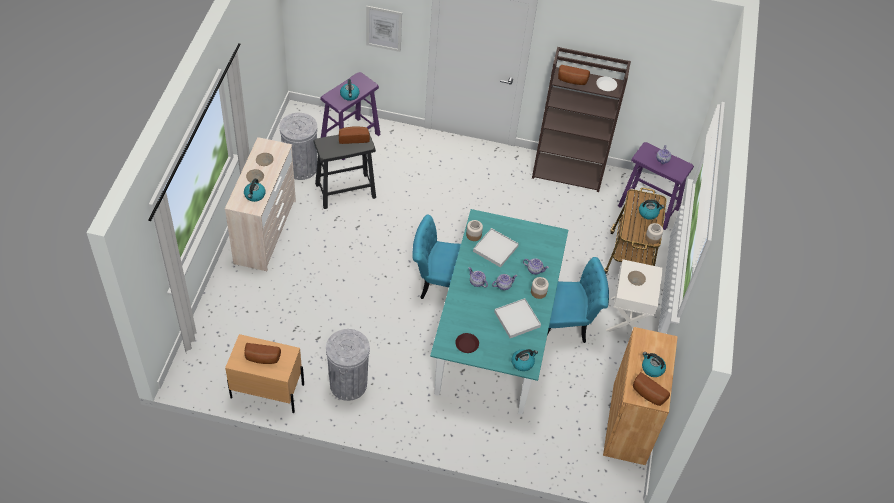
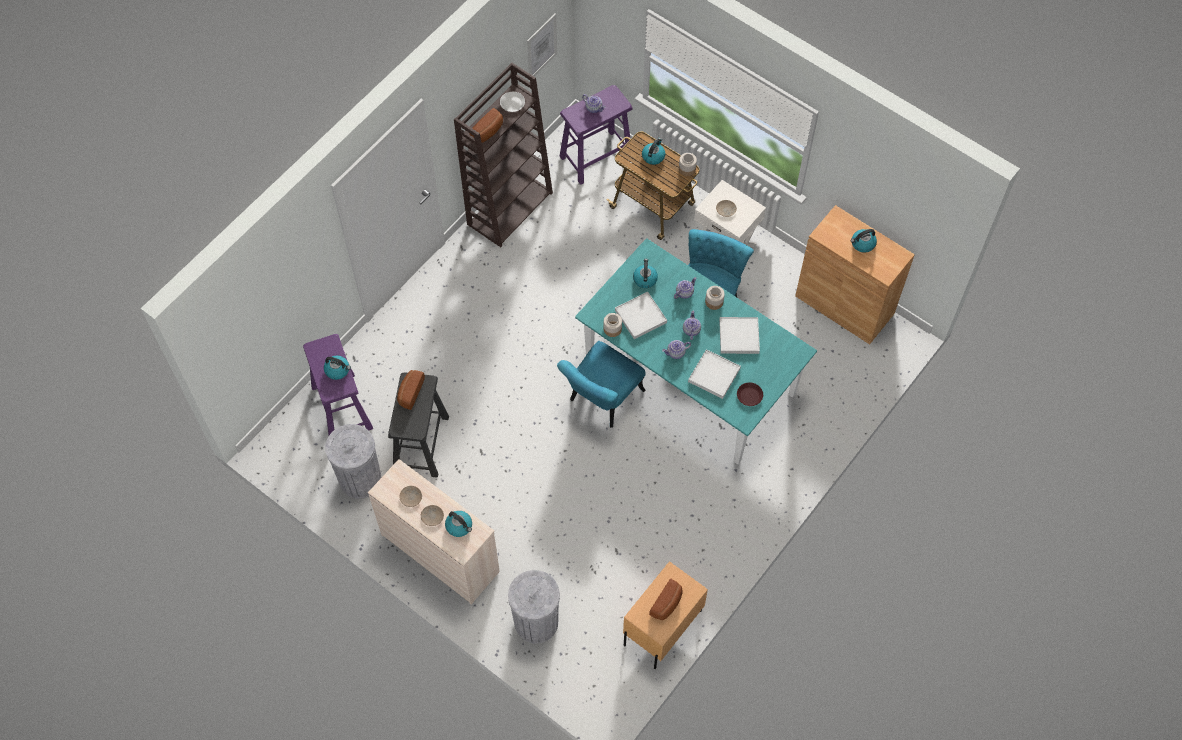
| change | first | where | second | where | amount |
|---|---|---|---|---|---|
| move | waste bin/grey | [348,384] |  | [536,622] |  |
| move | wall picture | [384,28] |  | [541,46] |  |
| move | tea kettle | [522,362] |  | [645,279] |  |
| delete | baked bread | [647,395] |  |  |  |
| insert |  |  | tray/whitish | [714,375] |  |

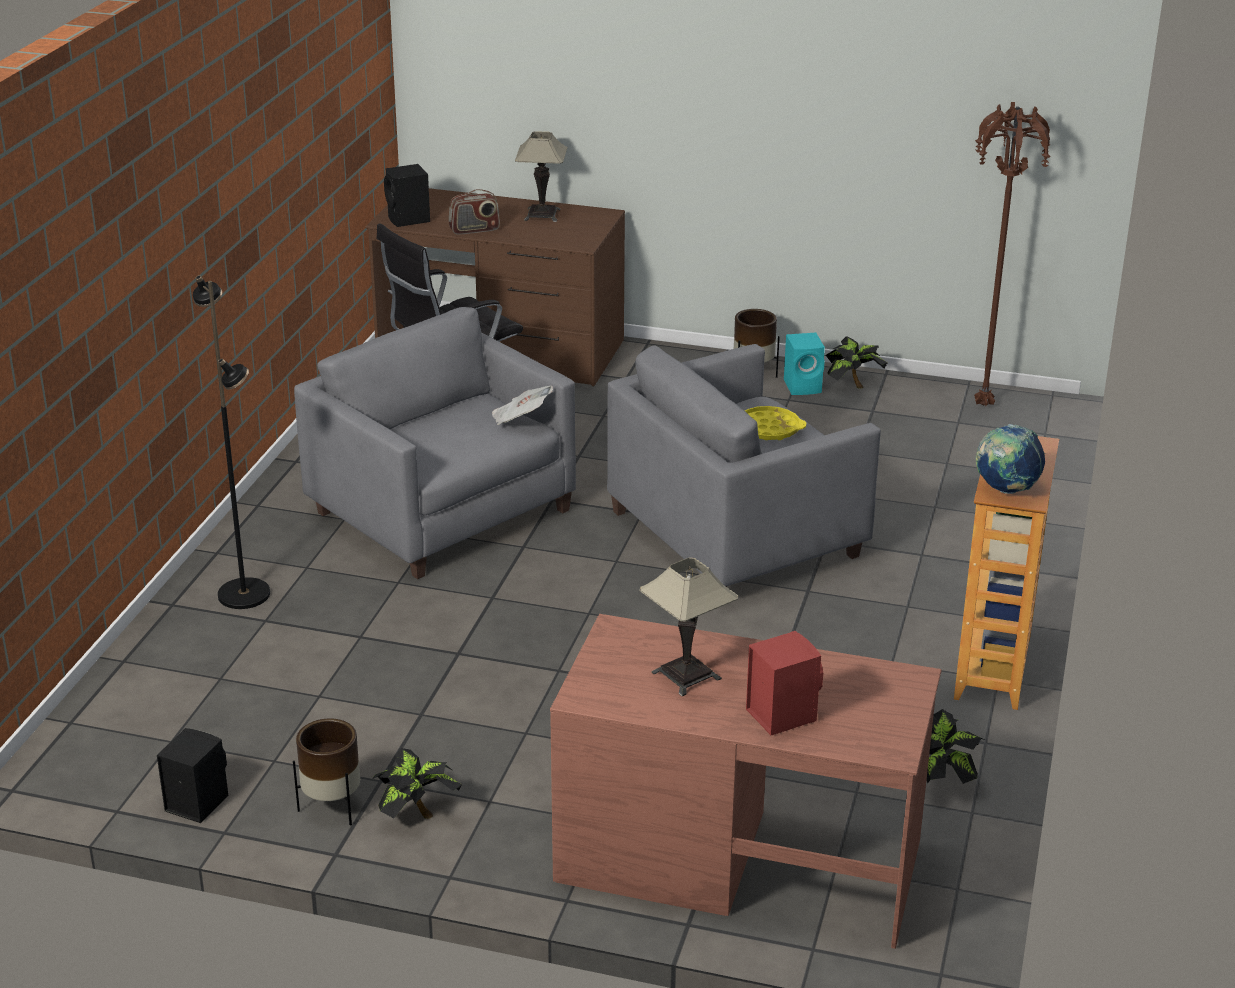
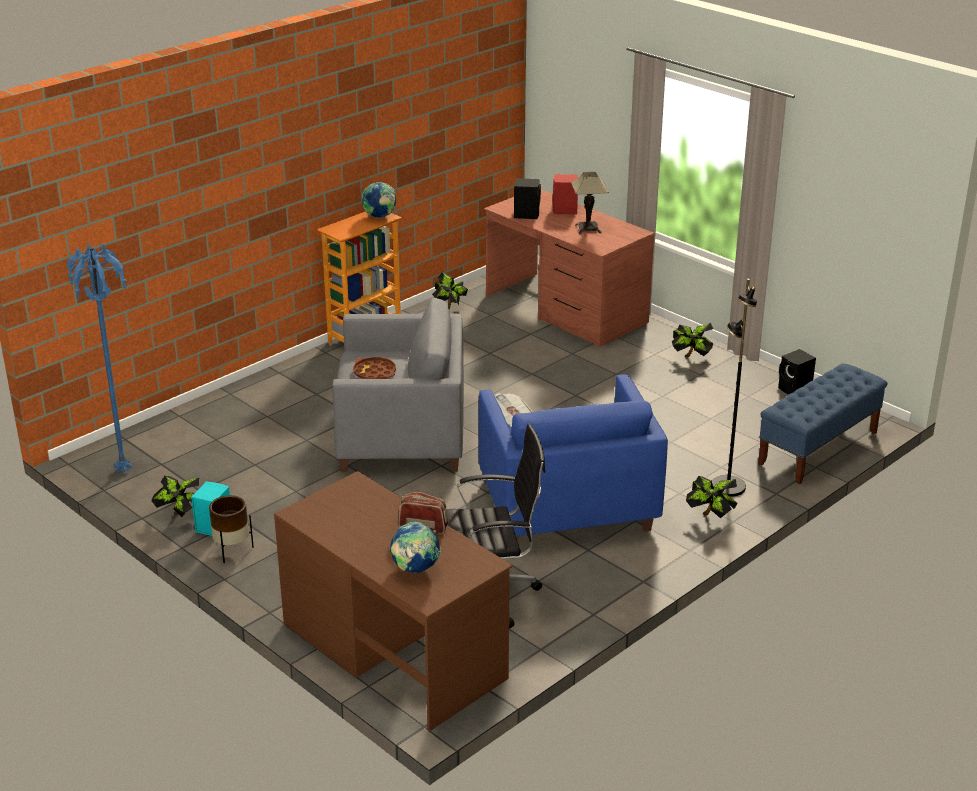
| change | first | where | second | where | amount |
|---|---|---|---|---|---|
| delete | plant pot/brown-coloured | [332,807] |  |  |  |
| recolor | lounge chair/grey | [442,513] | lounge chair/blue-coloured | [567,504] |  |
| move | loudspeaker/blackish | [409,220] |  | [526,214] |  |
| delete | lamp for a table | [542,215] |  |  |  |
| recolor | tray/yellow-coloured | [768,429] | tray/brown-coloured | [374,373] |  |
| recolor | standing lamp/brown-coloured | [984,406] | standing lamp/blue-coloured | [124,470] |  |
| insert |  |  | world globe | [415,569] |  |
| insert |  |  | plant in a pot | [710,516] |  |
| insert |  |  | indoor bench/blue-coloured | [818,448] |  |

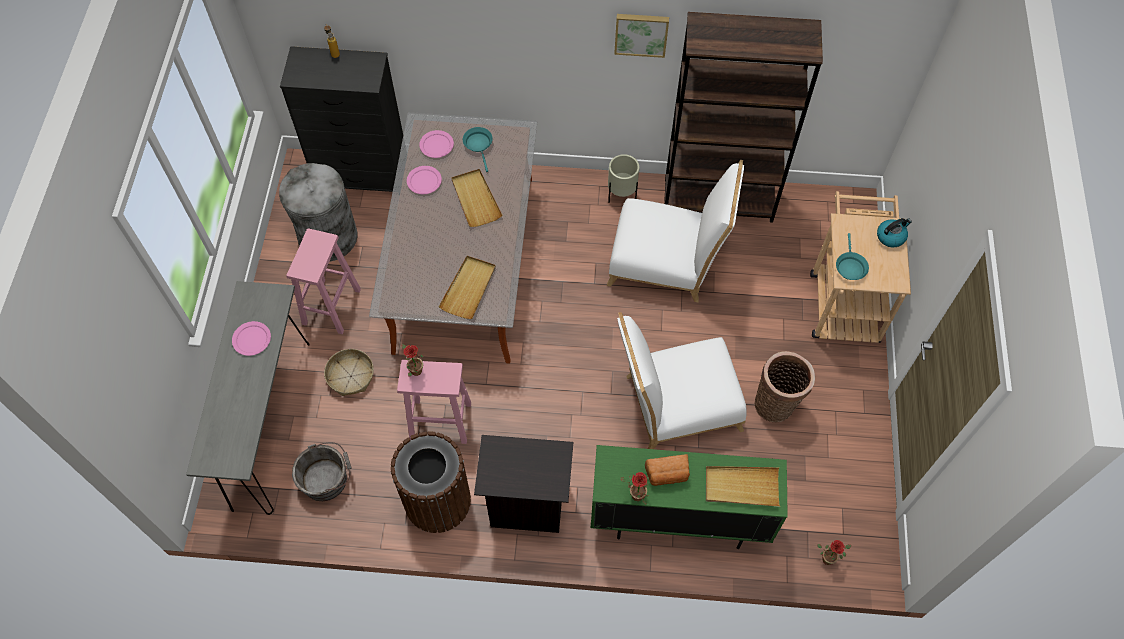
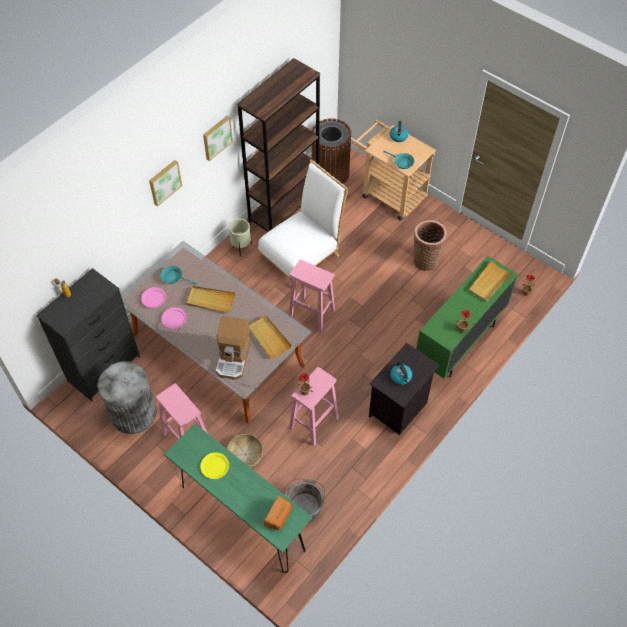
| change | first | where | second | where | amount |
|---|---|---|---|---|---|
| recolor | console table/grey | [271,423] | console table/greenish | [242,517] |  |
| recolor | flat dish/pink | [251,339] | flat dish/yellow-coloured | [214,466] |  |
| move | waste bin/brown-coloured | [437,500] |  | [330,173] |  |
| delete | upright chair/whitish | [675,404] |  |  |  |
| move | baked bread | [667,475] |  | [279,516] |  |
| insert |  |  | wall picture | [164,182] |  |
| insert |  |  | coffee maker | [234,358] |  |
| insert |  |  | sitting stool/pink | [312,314] |  |
| insert |  |  | tea kettle | [401,377] |  |

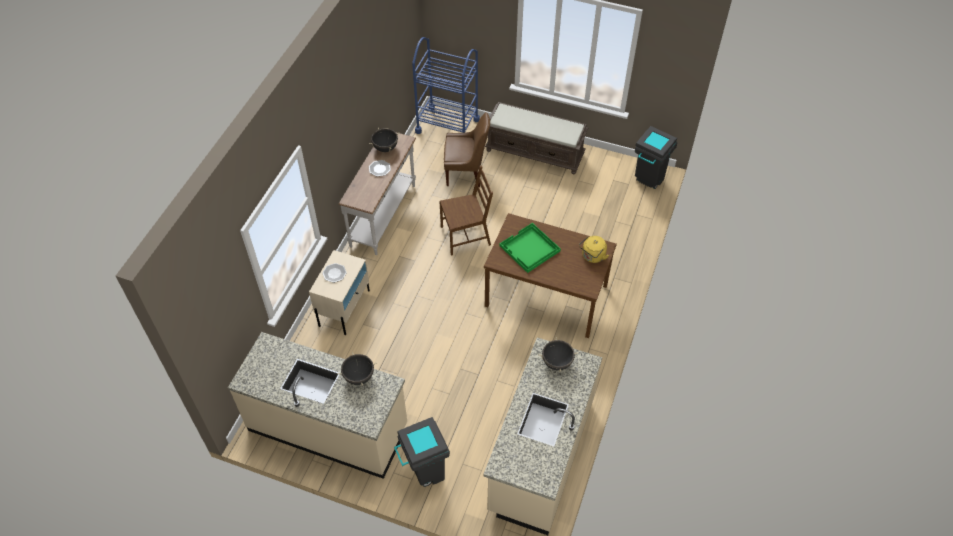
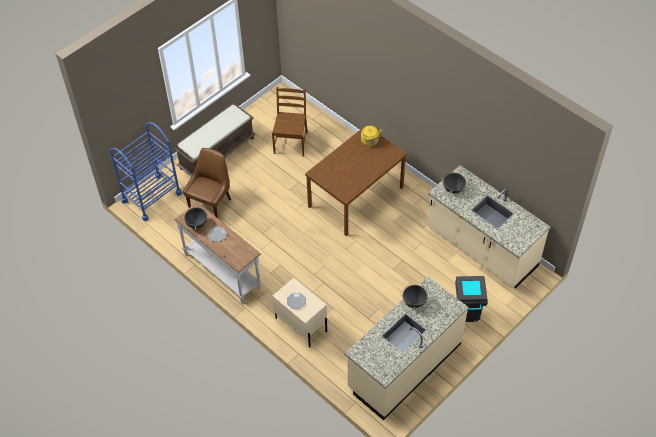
| change | first | where | second | where | amount |
|---|---|---|---|---|---|
| move | upright chair/brown-coloured | [466,236] |  | [291,142] |  |
| delete | tray/greenish | [529,249] |  |  |  |
| delete | waste bin/grey | [647,182] |  |  |  |

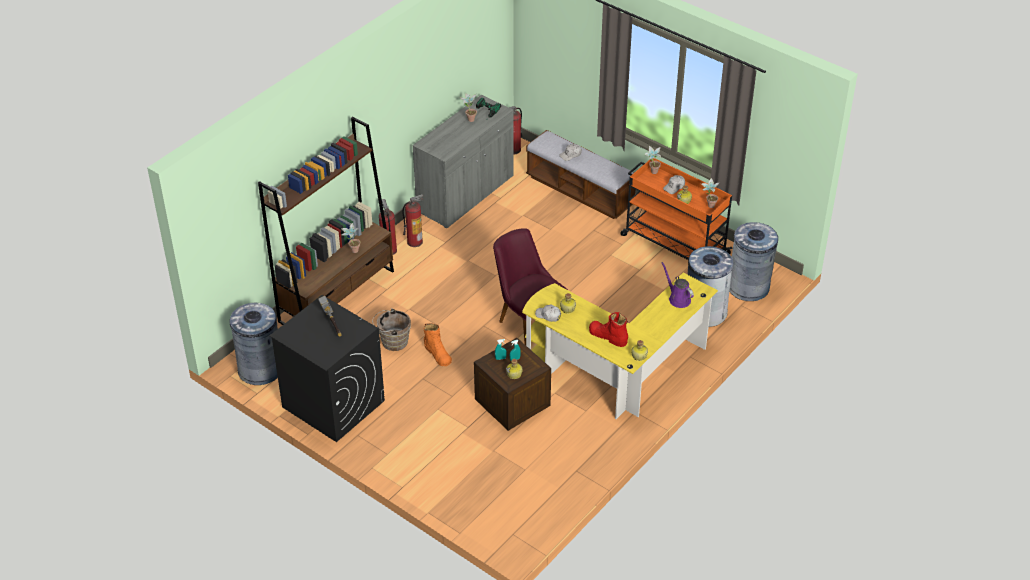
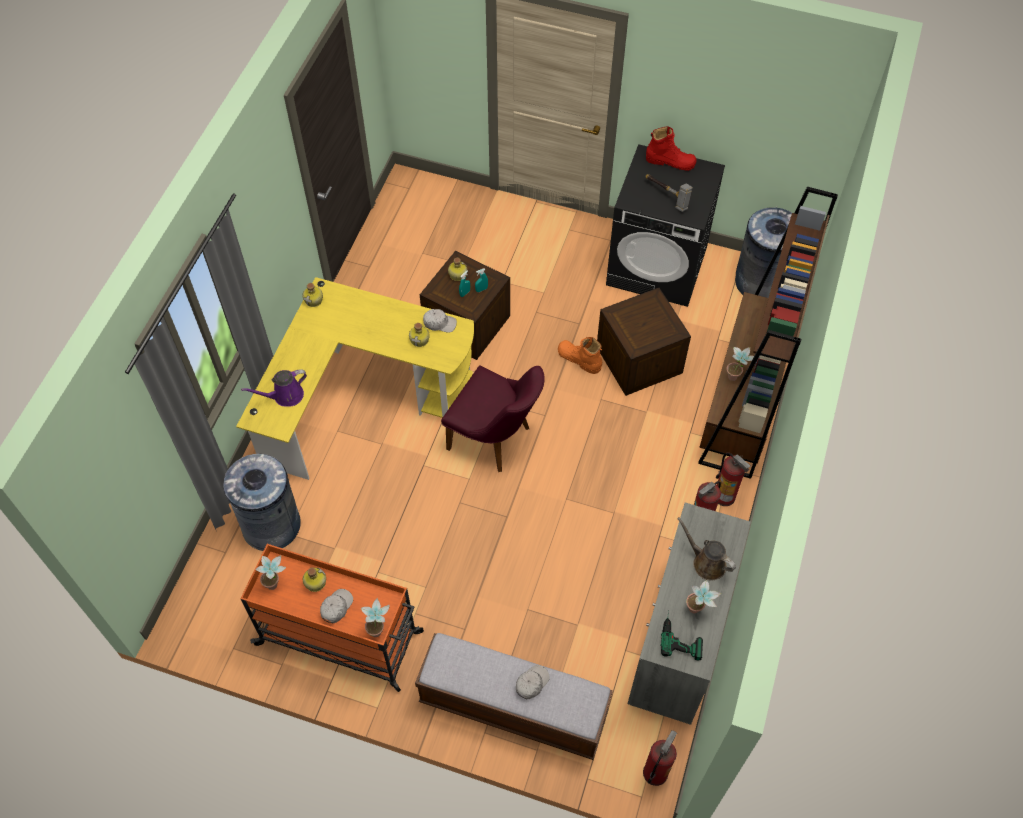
| change | first | where | second | where | amount |
|---|---|---|---|---|---|
| replace | pail/brown-coloured | [392,342] | packing crate | [639,360] |  |
| move | high-top boot/red-coloured | [608,336] |  | [670,161] |  |
| rotate | watering pot/purple-coloured | [678,298] |  | [285,396] | 120 degrees clockwise |
| delete | waste bin/grey | [748,287] |  |  |  |
| insert |  |  | watering pot/brown-coloured | [706,562] |  |

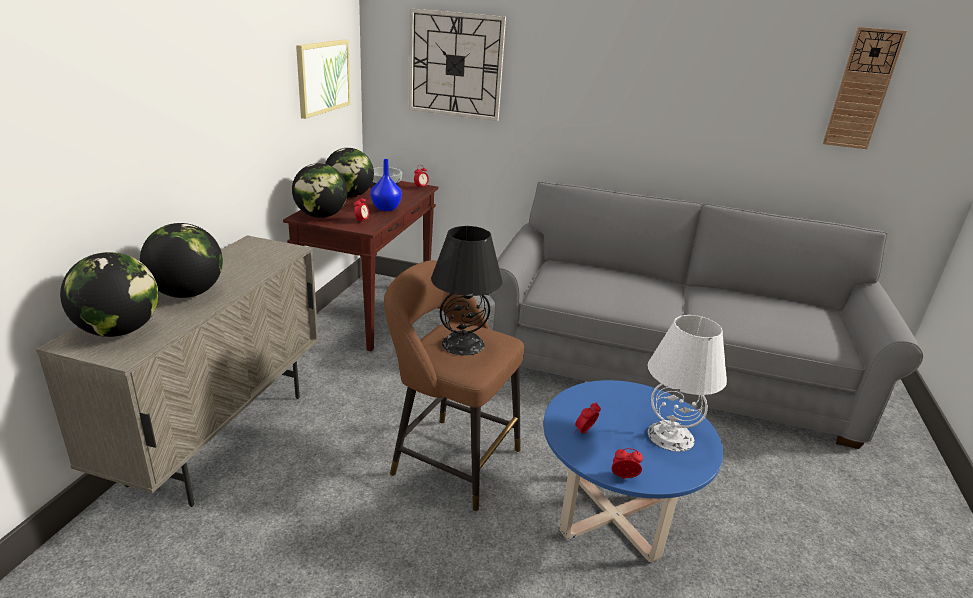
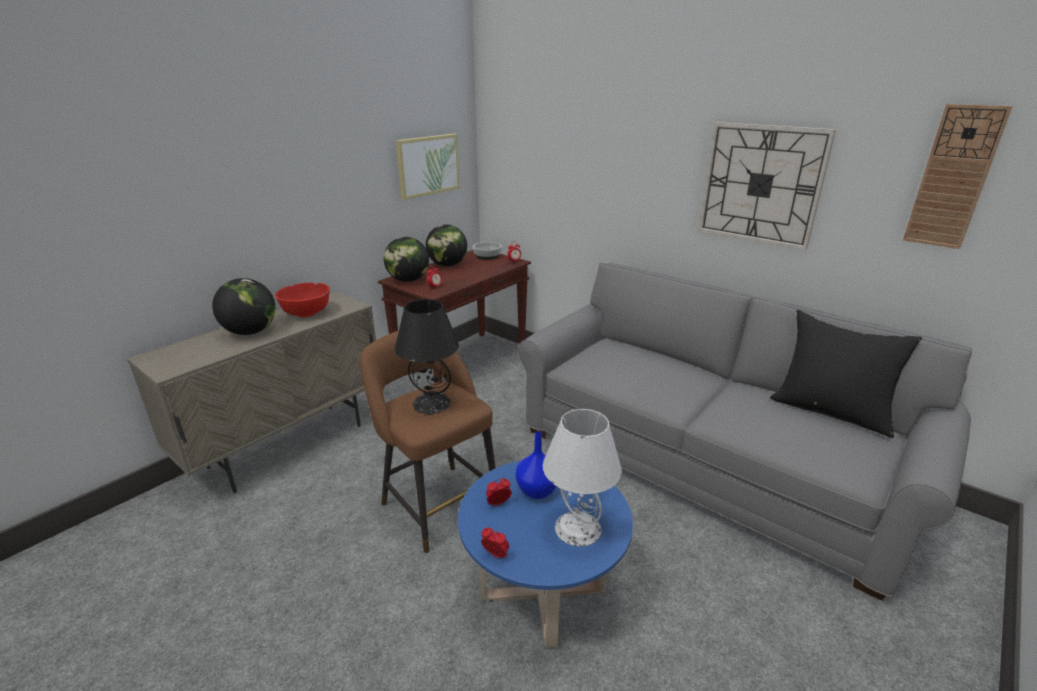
| change | first | where | second | where | amount |
|---|---|---|---|---|---|
| delete | world globe | [119,331] |  |  |  |
| move | vase/blue-coloured | [385,208] |  | [536,490] |  |
| move | hanging clock | [455,65] |  | [760,185] |  |
| insert |  |  | deep dish/red-coloured | [306,313] |  |
| insert |  |  | throw pillow/blackish | [830,411] |  |

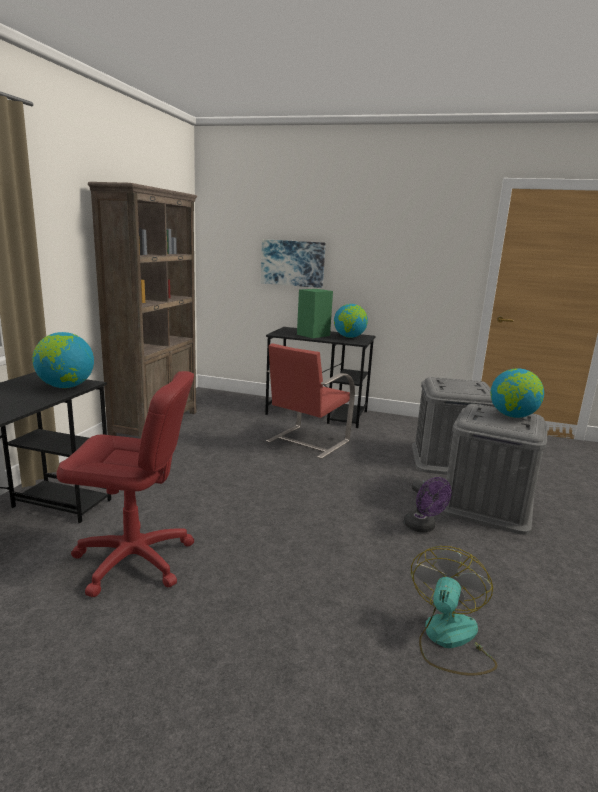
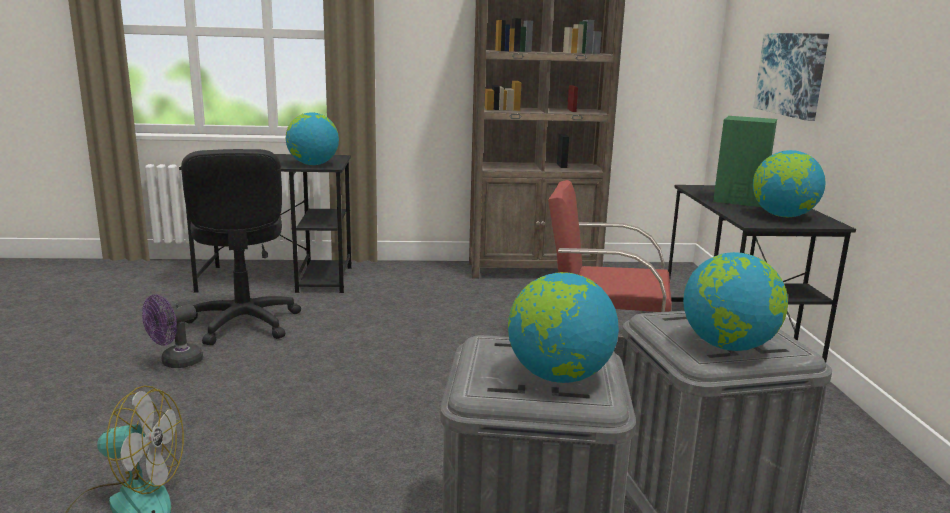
| change | first | where | second | where | amount |
|---|---|---|---|---|---|
| recolor | desk chair/red-coloured | [134,560] | desk chair/blackish | [243,323] |  |
| move | fan/purple-coloured | [422,527] |  | [176,363] |  |
| insert |  |  | world globe | [728,346] |  |

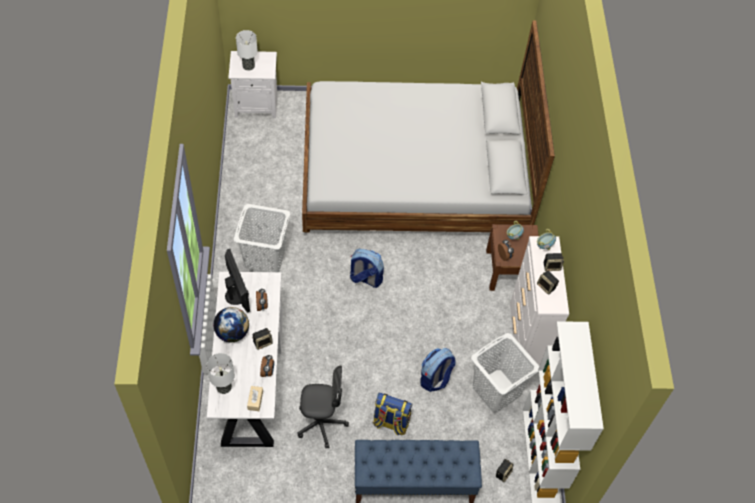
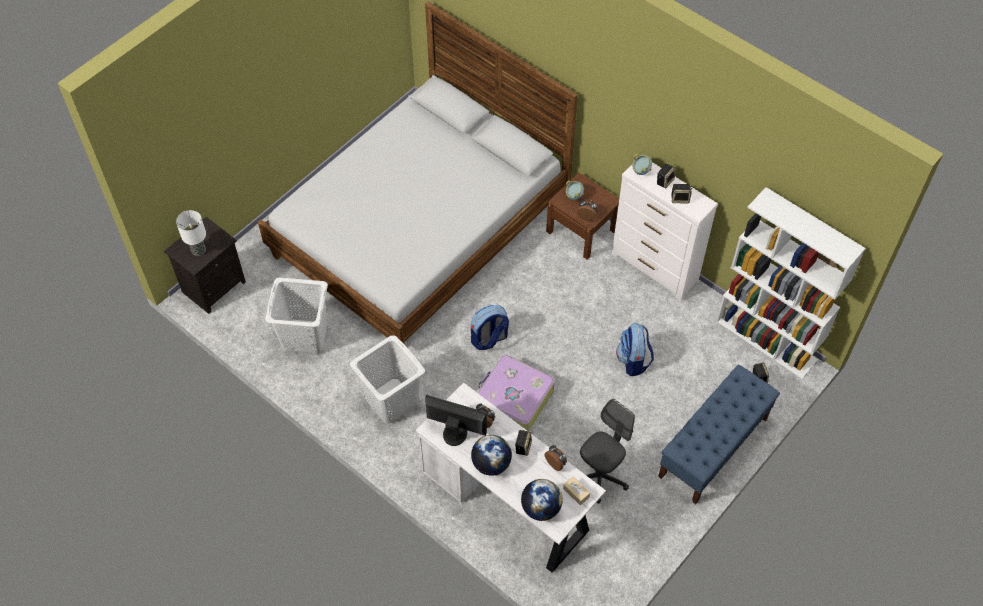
| change | first | where | second | where | amount |
|---|---|---|---|---|---|
| replace | lamp for a table | [224,387] | world globe | [541,508] |  |
| recolor | night table/whitish | [257,104] | night table/blackish | [214,286] |  |
| delete | rucksack | [390,422] |  |  |  |
| move | laundry basket/whitish | [496,390] |  | [304,336] |  |
| insert |  |  | travel case | [513,399] |  |

